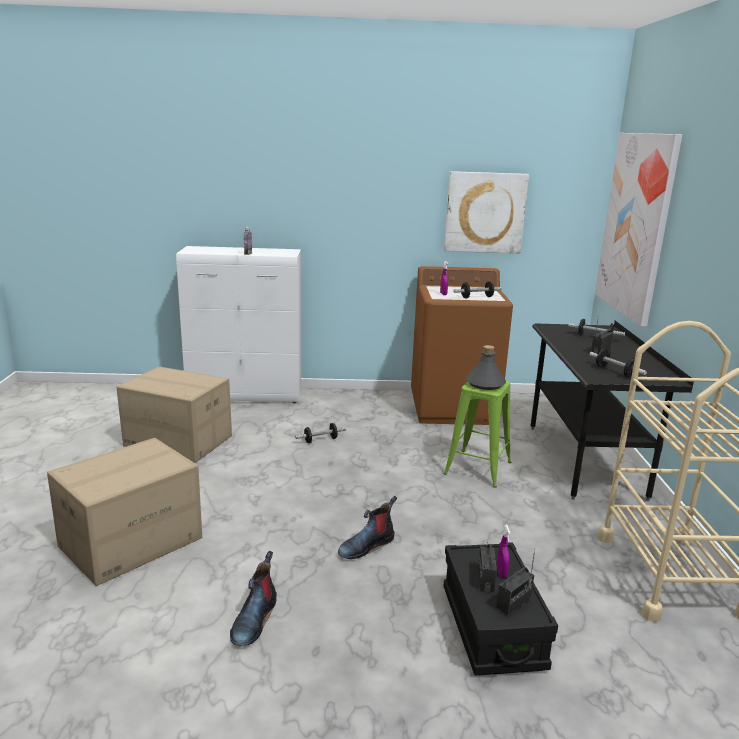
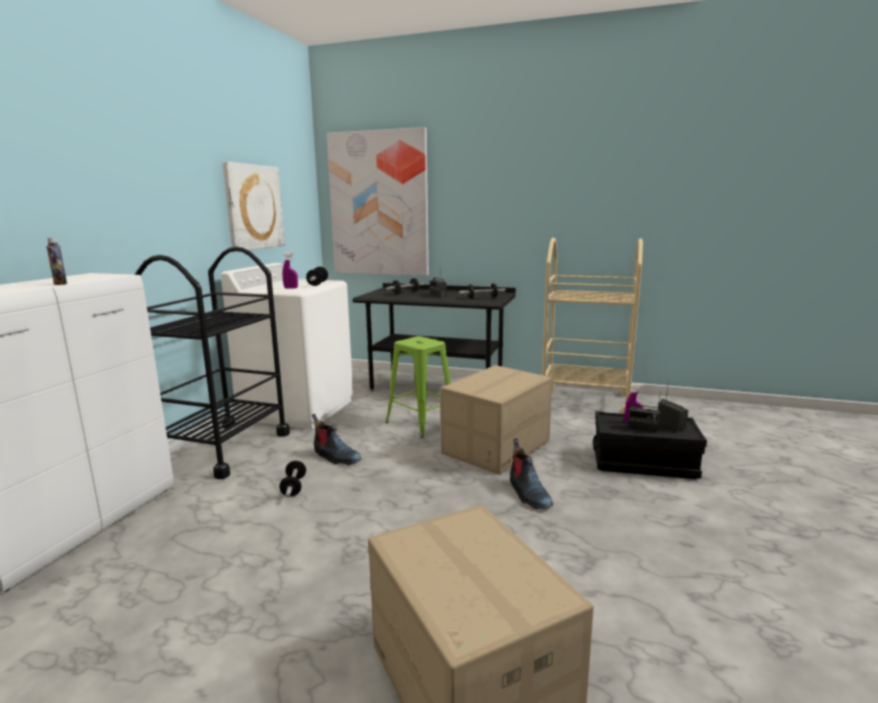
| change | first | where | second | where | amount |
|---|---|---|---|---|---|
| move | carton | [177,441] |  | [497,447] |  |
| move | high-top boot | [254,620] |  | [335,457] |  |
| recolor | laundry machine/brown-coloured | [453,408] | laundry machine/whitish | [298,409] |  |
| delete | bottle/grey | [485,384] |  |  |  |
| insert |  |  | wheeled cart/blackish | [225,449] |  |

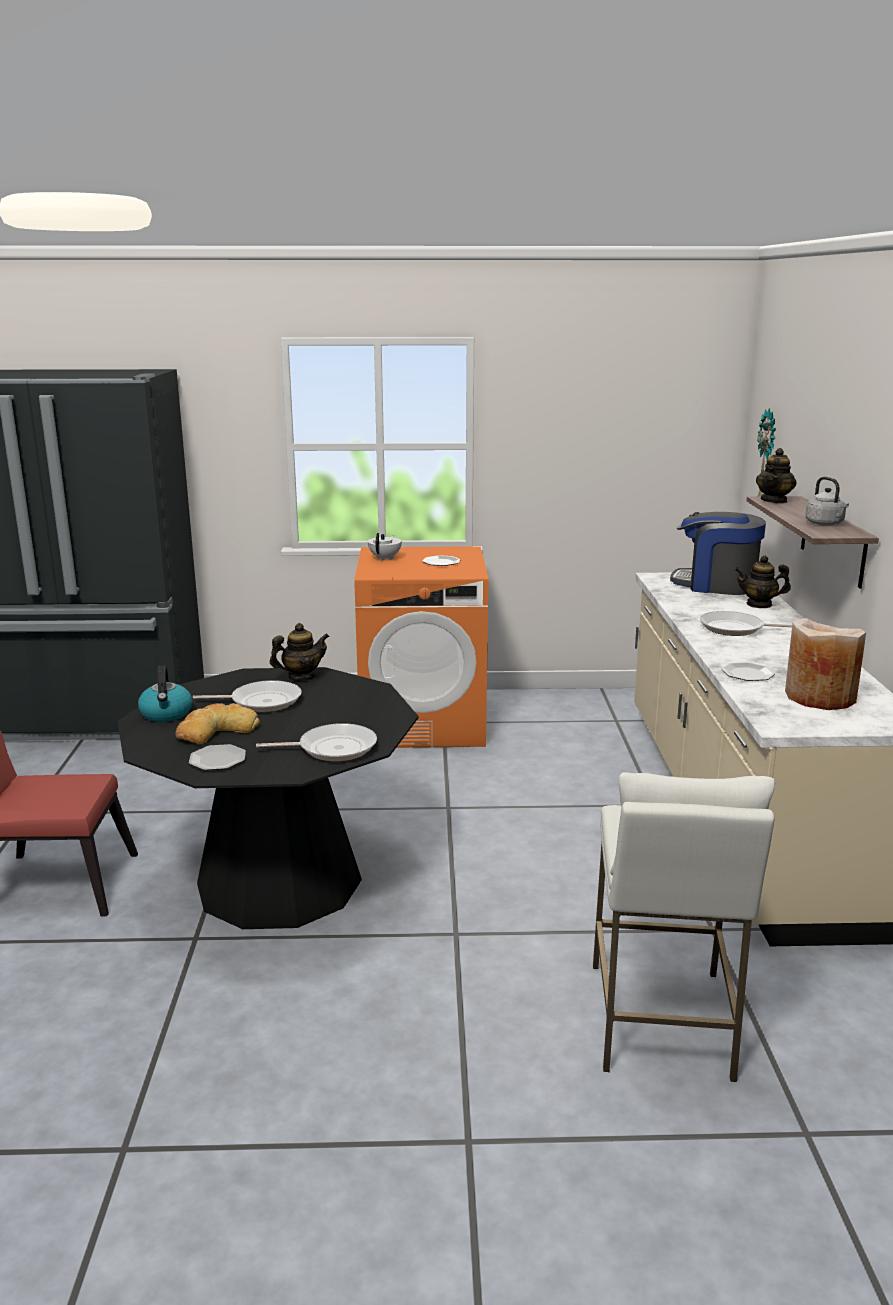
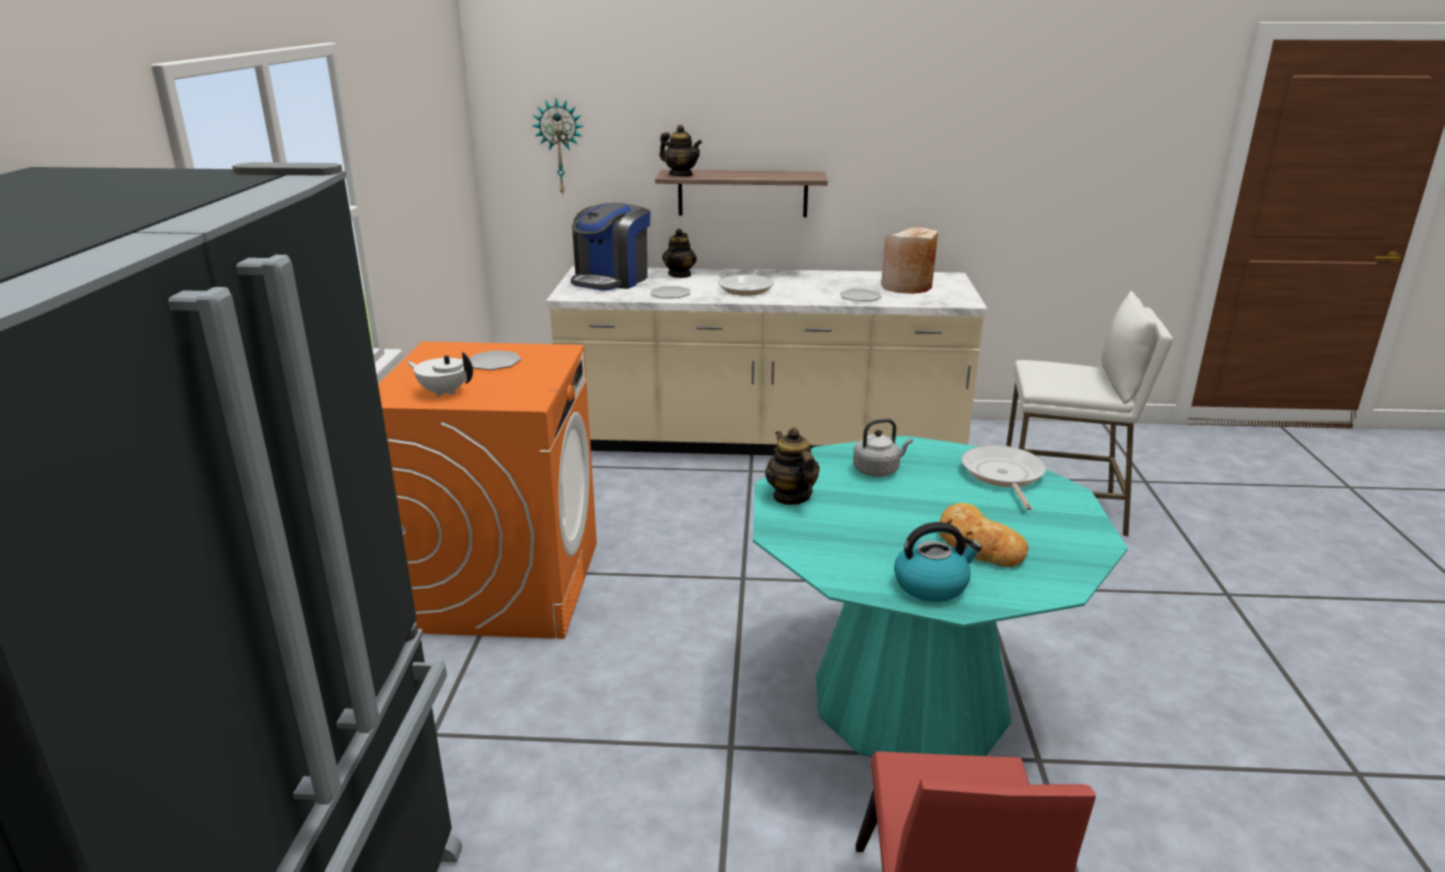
| change | first | where | second | where | amount |
|---|---|---|---|---|---|
| recolor | kitchen table/blackish | [279,881] | kitchen table/turquoise | [910,698] |  |
| move | flat dish | [218,759] |  | [670,294] |  |
| delete | pan | [262,701] |  |  |  |
| move | tea kettle/grey | [825,524] |  | [878,470] |  |

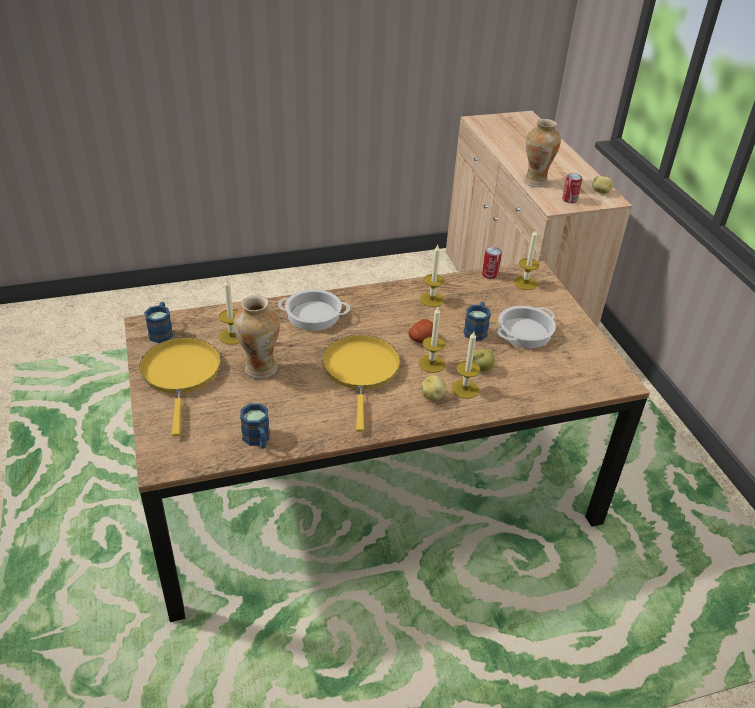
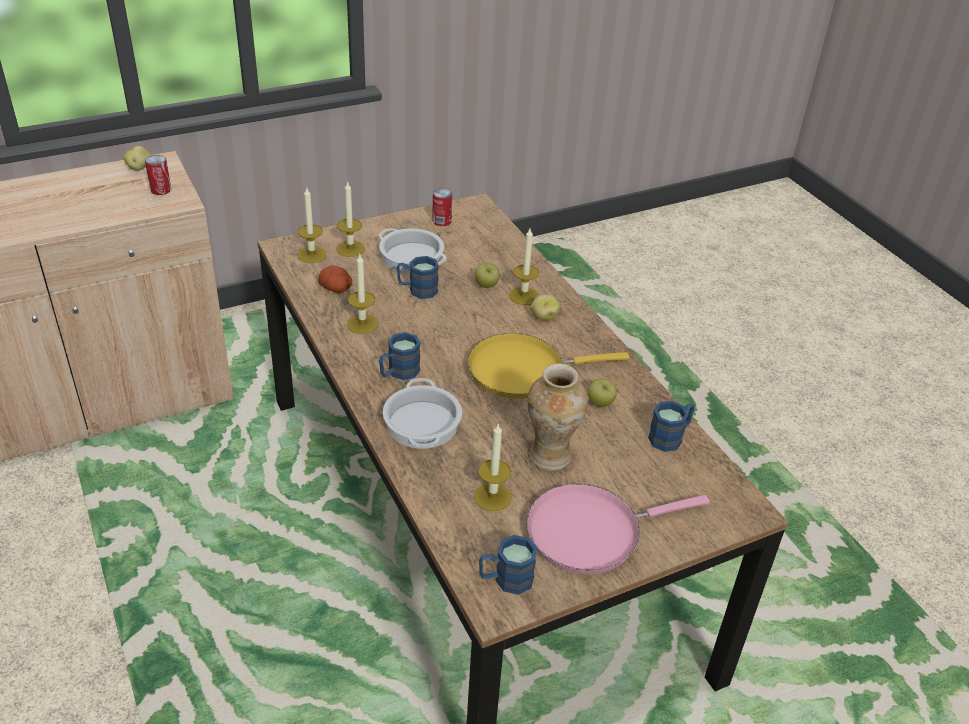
| change | first | where | second | where | amount |
|---|---|---|---|---|---|
| recolor | pan/yellow-coloured | [181,374] | pan/pink | [591,531] |  |
| move | potato | [421,339] |  | [337,288] |  |
| move | candle | [431,363] |  | [350,248] |  |
| move | metal can | [489,274] |  | [441,221] |  |
| delete | vase | [535,181] |  |  |  |
| insert |  |  | tea mug/blue-coloured | [398,372] |  |
| insert |  |  | apple fruit | [600,403] |  |

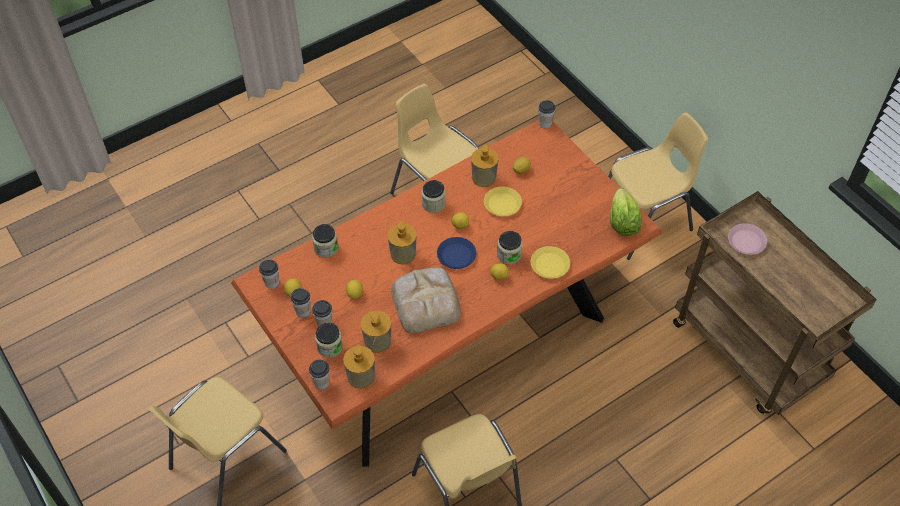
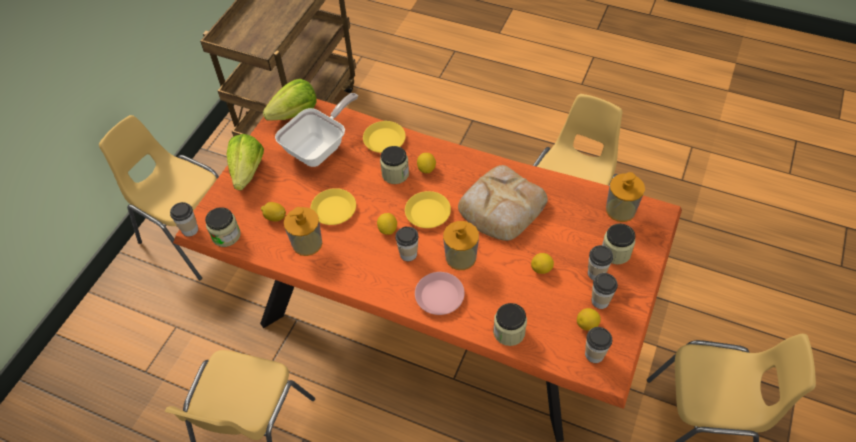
| change | first | where | second | where | amount |
|---|---|---|---|---|---|
| move | small cup | [321,382] |  | [408,254] |  |
| delete | soap bottle | [377,341] |  |  |  |
| move | preserve jar | [433,204] |  | [226,235] |  |
| recolor | flat dish/blue-coloured | [456,255] | flat dish/yellow-coloured | [427,212] |  |
| move | flat dish/pink | [746,241] |  | [439,296] |  |
| insert |  |  | head of lettuce | [247,172] |  |
| insert |  |  | pan | [320,148] |  |

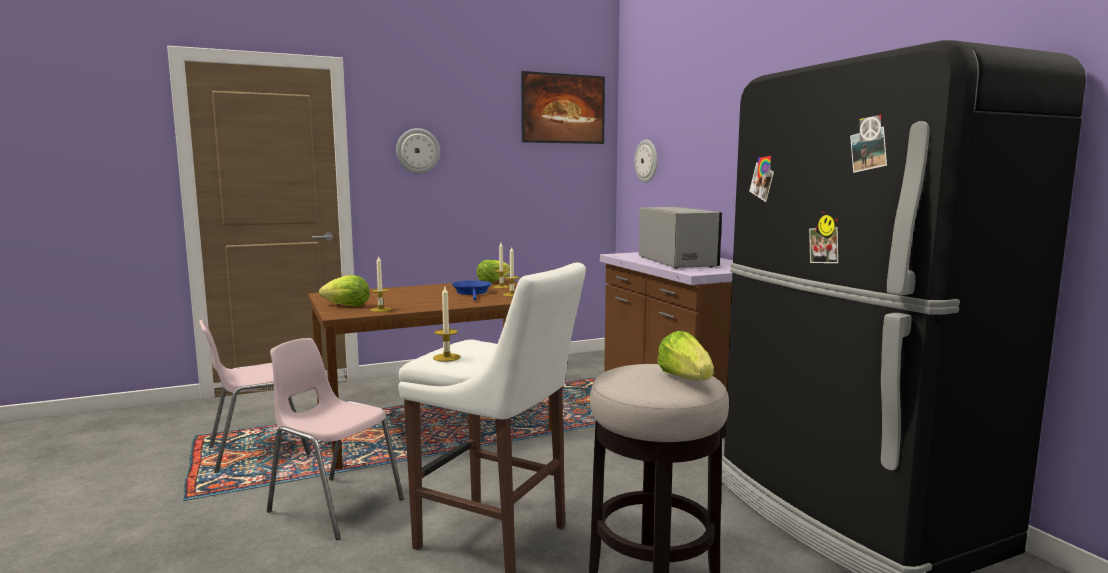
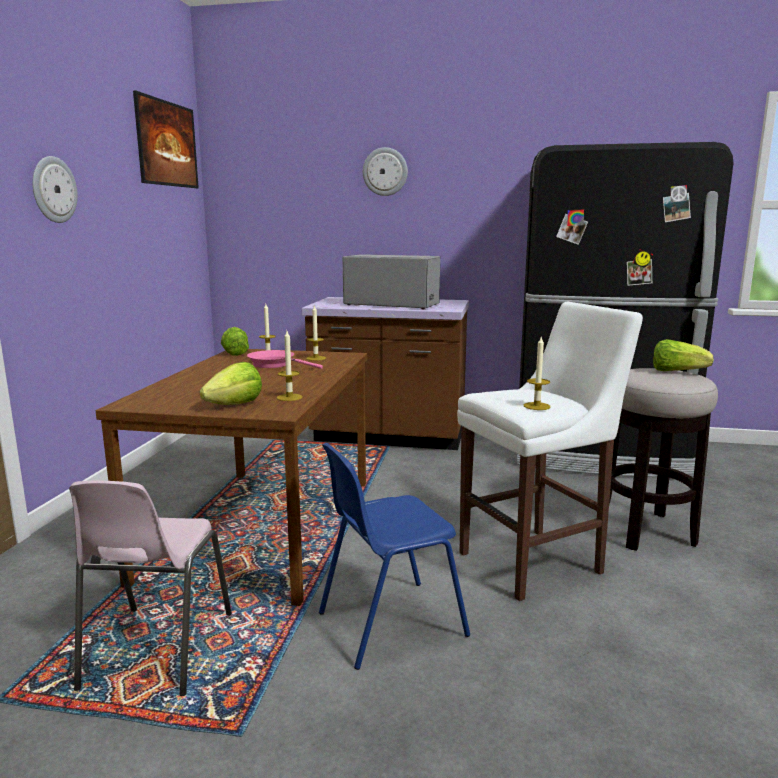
| change | first | where | second | where | amount |
|---|---|---|---|---|---|
| recolor | upright chair/pink | [335,505] | upright chair/blue-coloured | [389,623] |  |
| recolor | pan/blue-coloured | [472,293] | pan/pink | [275,364] |  |
| move | hanging clock | [647,161] |  | [385,171] |  |

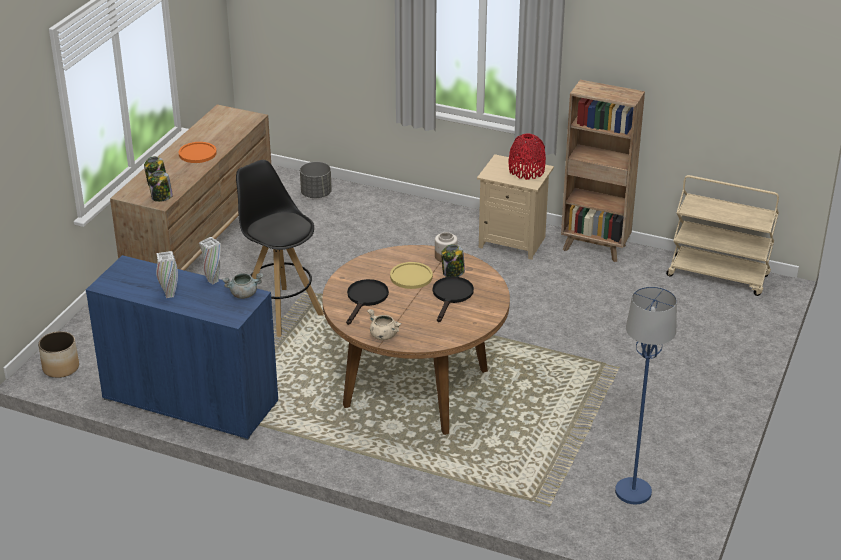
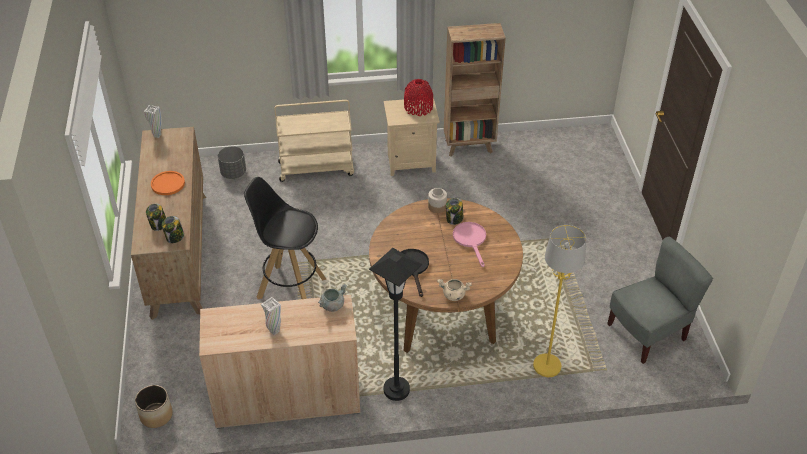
| change | first | where | second | where | amount |
|---|---|---|---|---|---|
| recolor | storage cabinet/blue-coloured | [190,400] | storage cabinet/sand-coloured | [287,398] |  |
| move | vase/whitish | [213,281] |  | [157,135] |  |
| delete | flat dish/yellow-coloured | [411,276] |  |  |  |
| recolor | pan/blackish | [451,296] | pan/pink | [471,240] |  |
| replace | standing lamp/blue-coloured | [633,492] | upright chair/grey | [647,333] |  |
| move | wheeled cart/sand-coloured | [719,276] |  | [317,168] |  |
| insert |  |  | standing lamp/blackish | [396,390] |  |
| insert |  |  | standing lamp/yellow-coloured | [547,366] |  |

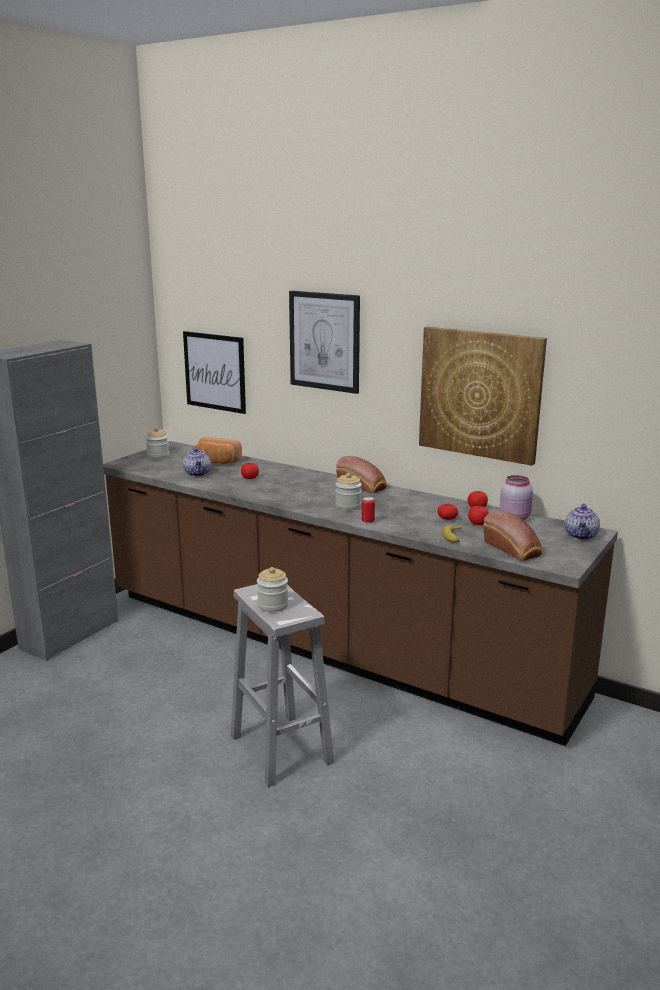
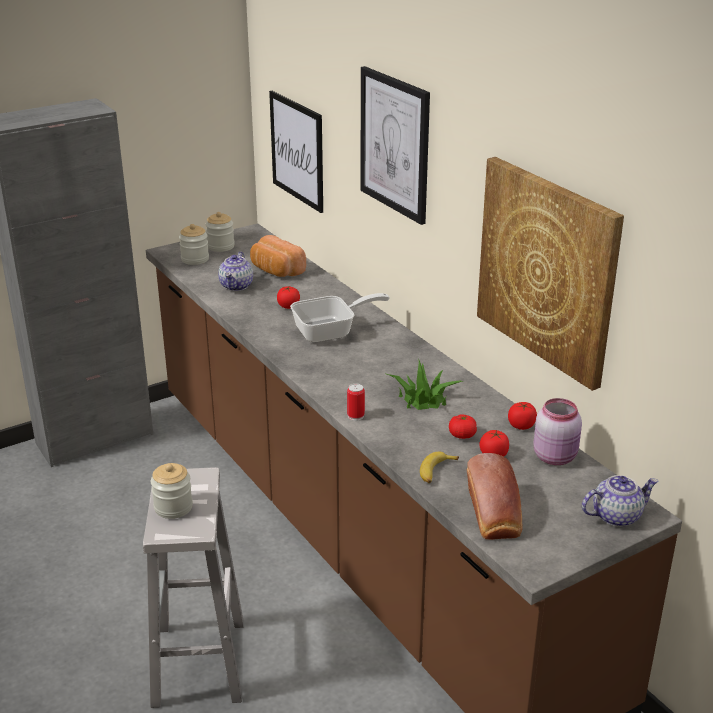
| change | first | where | second | where | amount |
|---|---|---|---|---|---|
| move | preserve jar | [348,506] |  | [195,259] |  |
| delete | baked bread | [362,486] |  |  |  |
| rotate | teapot | [581,536] |  | [616,515] | 150 degrees counterclockwise |
| insert |  |  | pan | [331,332] |  |
| insert |  |  | plant in a pot | [422,398] |  |

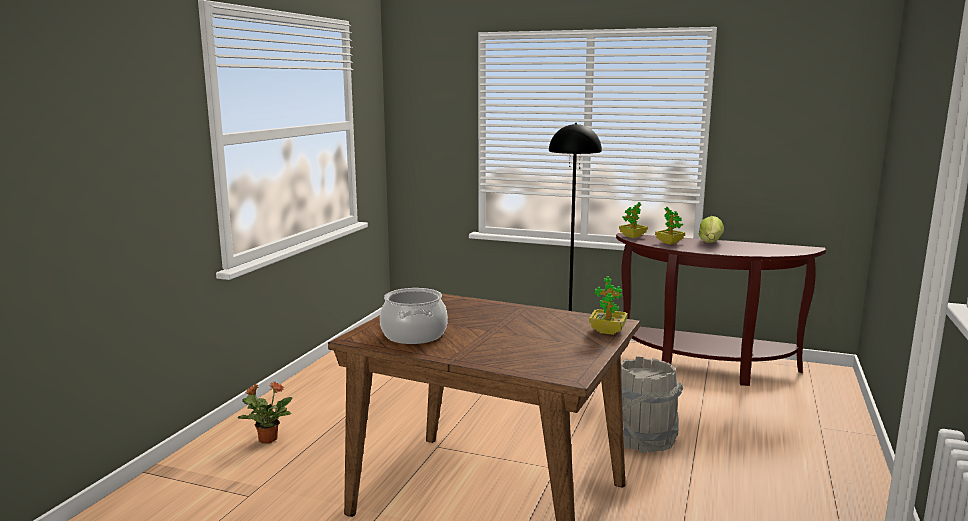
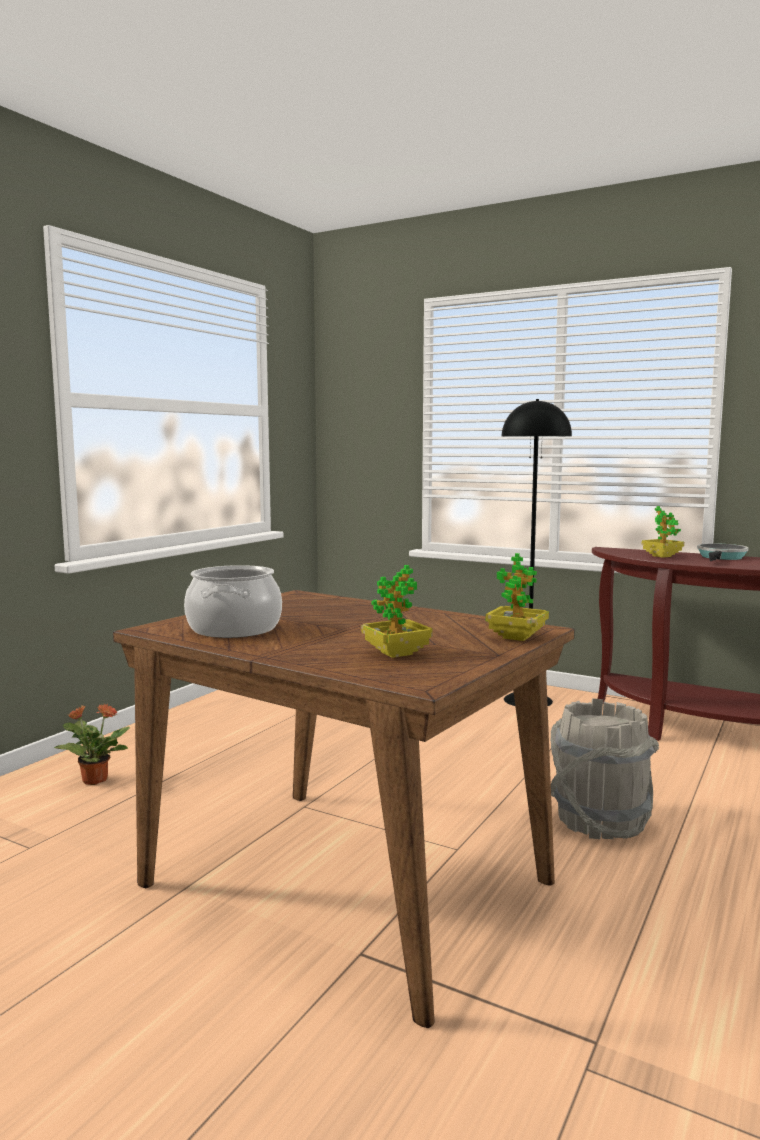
| change | first | where | second | where | amount |
|---|---|---|---|---|---|
| move | plant in a pot | [632,236] |  | [396,653] |  |
| replace | head of lettuce | [710,243] | pan | [721,557] |  |

